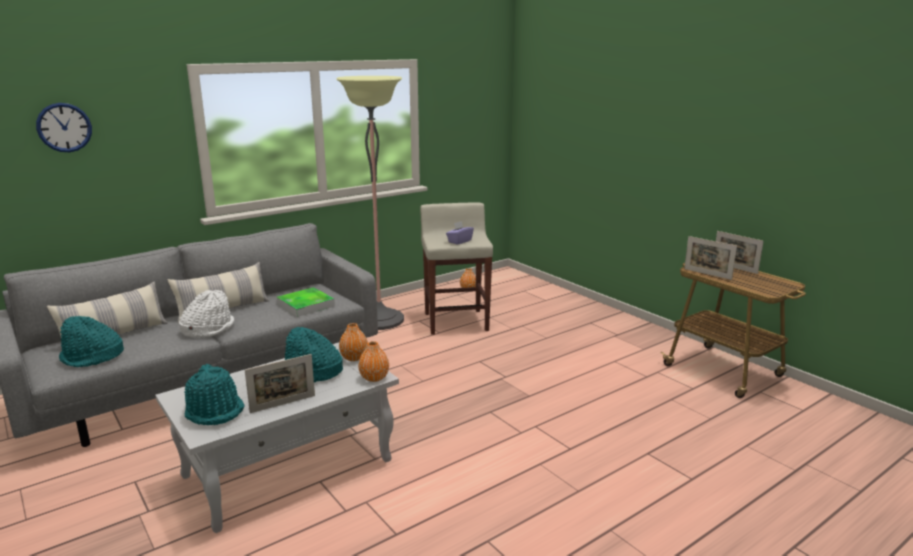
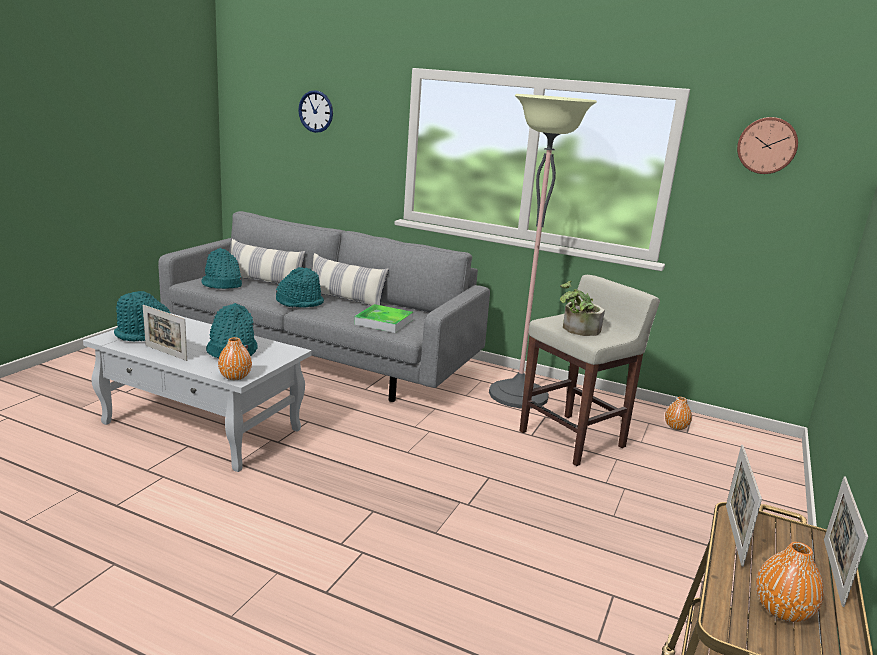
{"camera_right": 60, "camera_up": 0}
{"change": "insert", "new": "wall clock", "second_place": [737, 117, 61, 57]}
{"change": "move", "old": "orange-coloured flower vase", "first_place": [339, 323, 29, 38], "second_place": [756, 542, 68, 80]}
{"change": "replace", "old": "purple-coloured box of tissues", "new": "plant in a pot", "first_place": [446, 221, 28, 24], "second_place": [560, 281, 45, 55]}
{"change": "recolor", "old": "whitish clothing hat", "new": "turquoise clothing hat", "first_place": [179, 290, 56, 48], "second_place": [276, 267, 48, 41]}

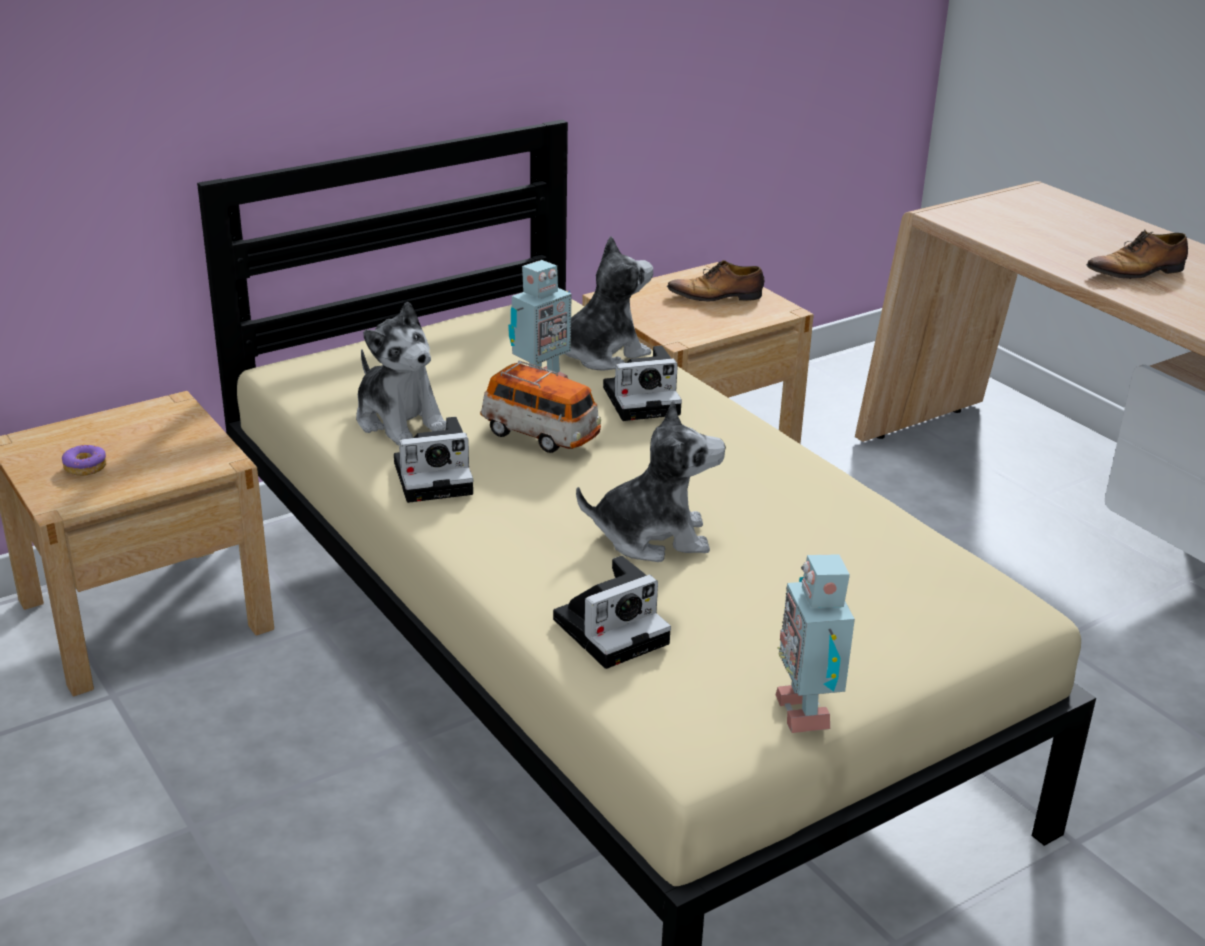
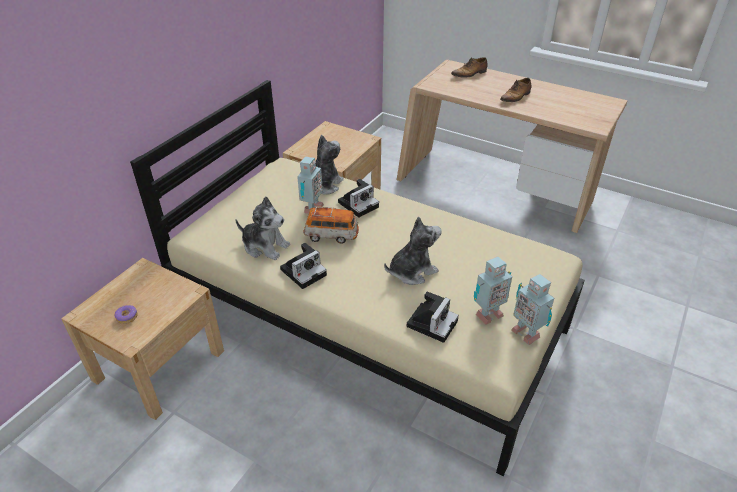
{"camera_right": -25, "camera_up": 10}
{"change": "insert", "new": "robot figure", "second_place": [474, 257, 38, 68]}
{"change": "move", "old": "shoe", "first_place": [667, 260, 97, 41], "second_place": [451, 57, 36, 21]}

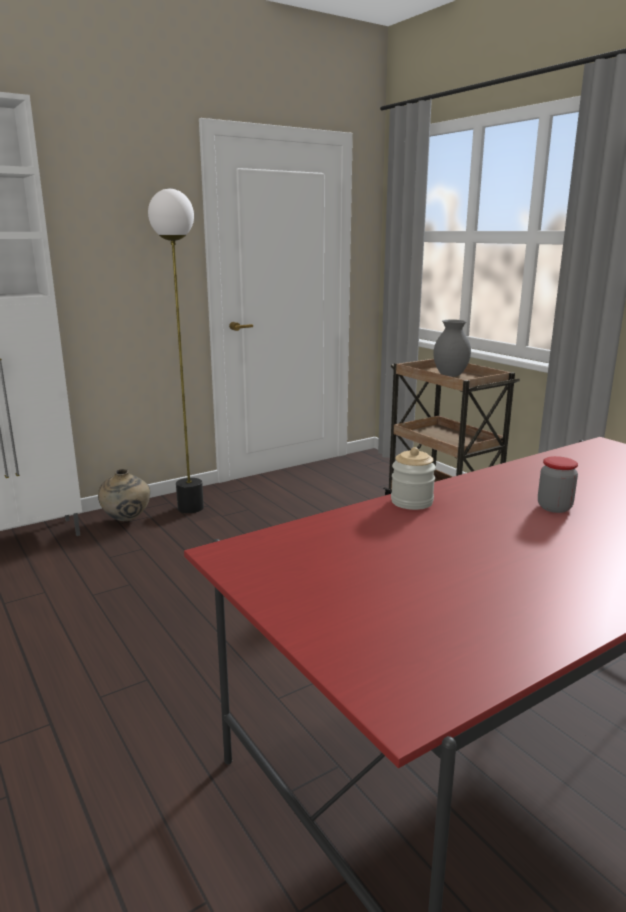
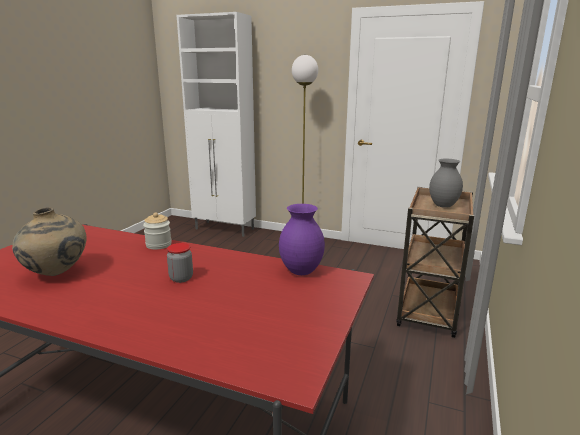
{"camera_right": 55, "camera_up": 0}
{"change": "insert", "new": "purple-coloured flower vase", "second_place": [279, 204, 46, 71]}
{"change": "move", "old": "sand-coloured flower vase", "first_place": [98, 469, 52, 52], "second_place": [12, 207, 75, 69]}

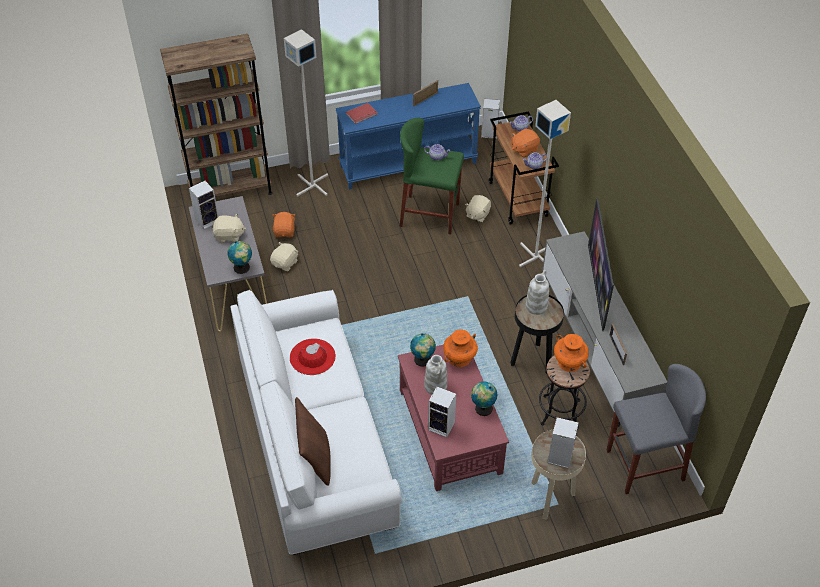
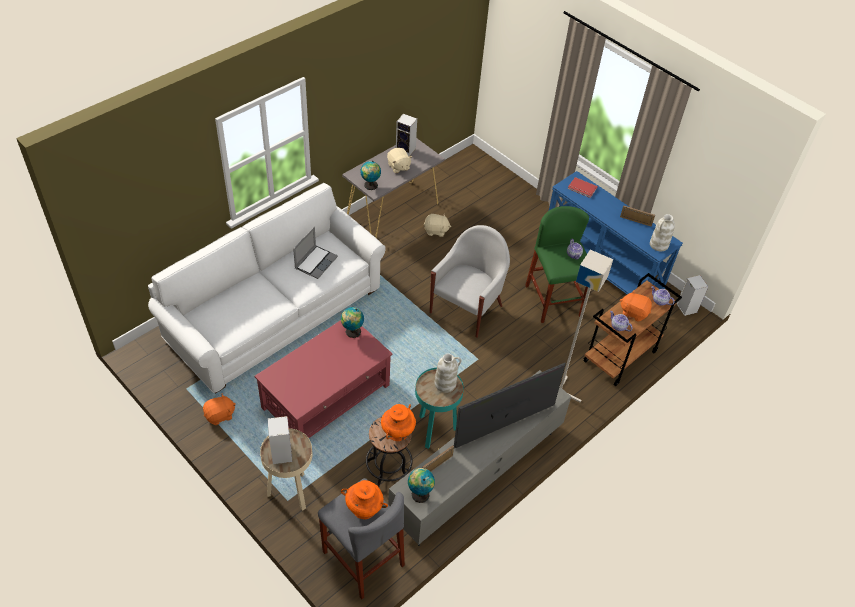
{"camera_right": 60, "camera_up": 0}
{"change": "delete", "old": "brown-coloured shelving unit", "first_place": [160, 34, 112, 163]}
{"change": "delete", "old": "greyish standing lamp", "first_place": [284, 29, 44, 167]}
{"change": "delete", "old": "brown-coloured throw pillow", "first_place": [295, 397, 36, 89]}
{"change": "delete", "old": "speaker", "first_place": [428, 386, 28, 52]}
{"change": "delete", "old": "sand-coloured soft toy", "first_place": [465, 195, 26, 27]}
{"change": "insert", "new": "whitish lounge chair", "second_place": [430, 225, 80, 113]}
{"change": "move", "old": "orange-coloured soft toy", "first_place": [272, 212, 24, 25], "second_place": [203, 393, 33, 32]}
{"change": "move", "old": "whitish flower vase", "first_place": [424, 355, 23, 40], "second_place": [650, 214, 25, 37]}
{"change": "move", "old": "orange-coloured flower vase", "first_place": [443, 330, 35, 37], "second_place": [341, 480, 47, 39]}
{"change": "move", "old": "desk globe", "first_place": [471, 381, 27, 35], "second_place": [408, 468, 27, 35]}
{"change": "replace", "old": "red-coloured clothing hat", "new": "notebook computer", "first_place": [290, 338, 46, 37], "second_place": [293, 226, 45, 53]}
{"change": "recolor", "old": "blackish end table", "new": "turquoise end table", "first_place": [510, 295, 54, 79], "second_place": [415, 368, 49, 81]}

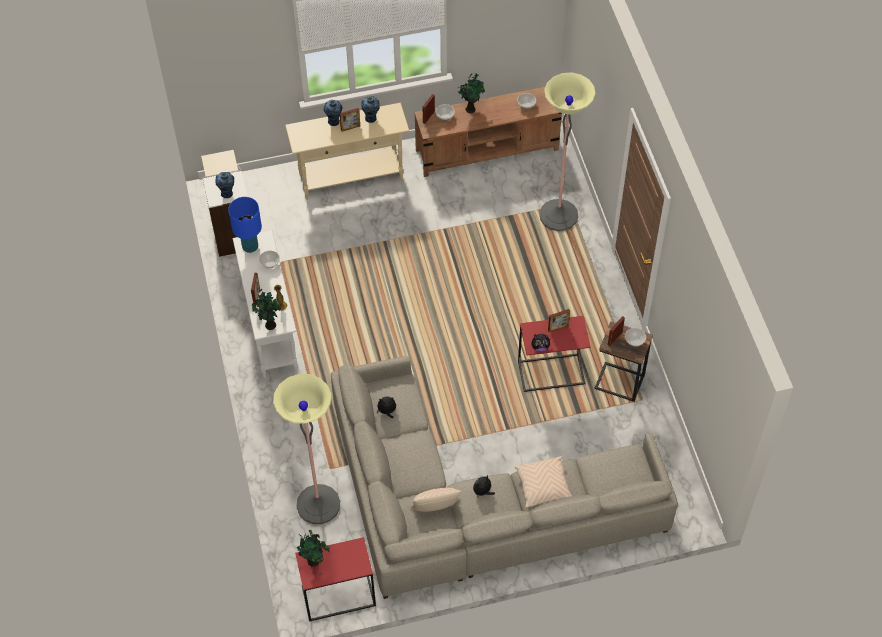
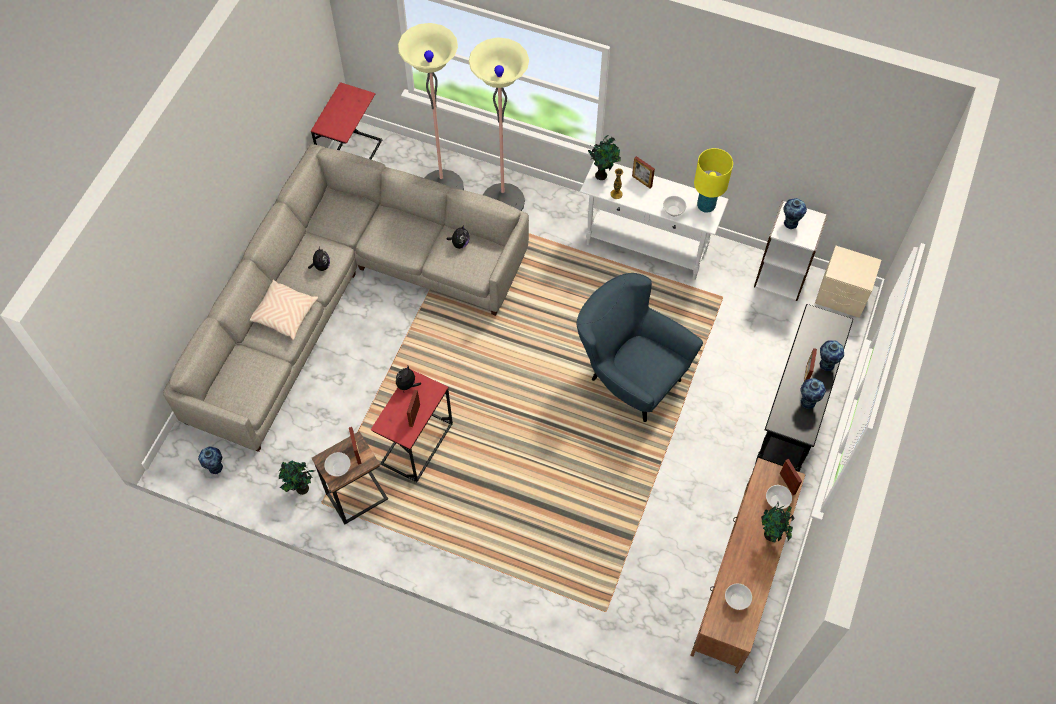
{"camera_right": 125, "camera_up": 5}
{"change": "delete", "old": "sand-coloured throw pillow", "first_place": [410, 488, 52, 24]}
{"change": "insert", "new": "flower vase", "second_place": [198, 446, 25, 28]}
{"change": "insert", "new": "blue-coloured lounge chair", "second_place": [576, 273, 127, 149]}
{"change": "move", "old": "plant in a pot", "first_place": [297, 530, 33, 37], "second_place": [278, 460, 37, 35]}
{"change": "move", "old": "standing lamp", "first_place": [539, 72, 57, 159], "second_place": [469, 37, 60, 174]}
{"change": "recolor", "old": "blue-coloured table lamp", "new": "yellow-coloured table lamp", "first_place": [228, 197, 34, 56], "second_place": [694, 148, 39, 65]}
{"change": "recolor", "old": "sand-coloured console table", "new": "blackish console table", "first_place": [285, 103, 124, 97], "second_place": [755, 304, 98, 168]}

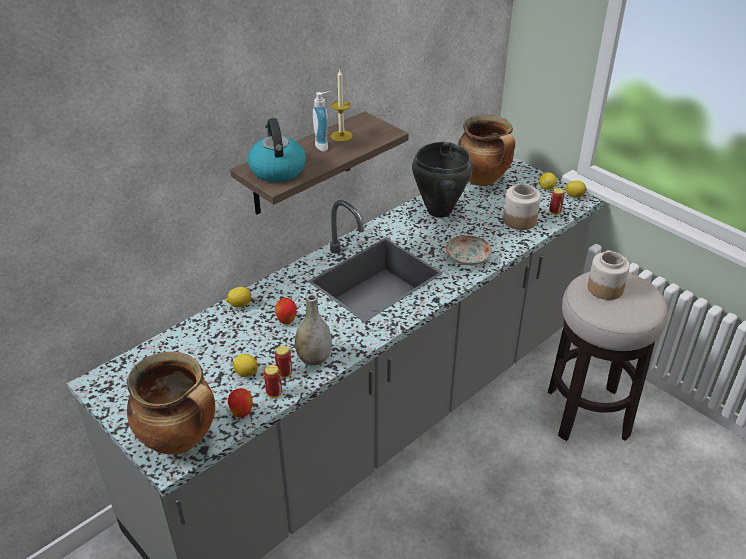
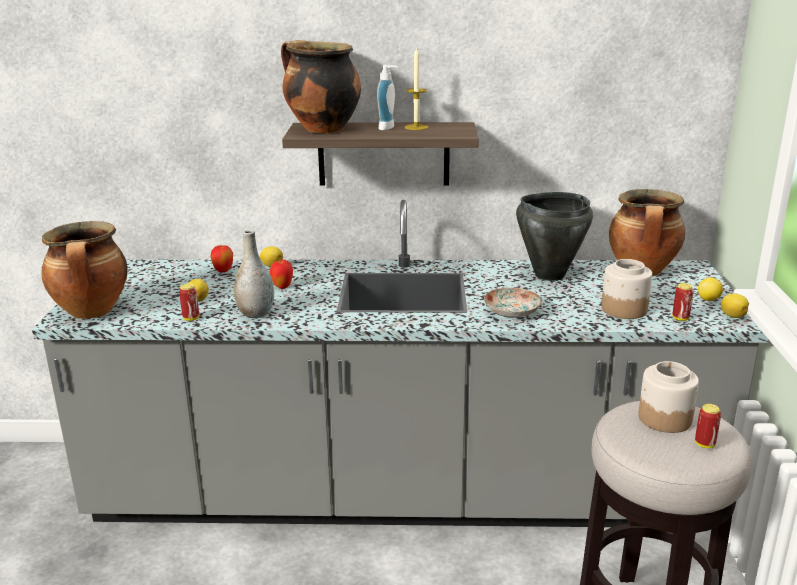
{"camera_right": 45, "camera_up": -15}
{"change": "move", "old": "apple fruit", "first_place": [228, 388, 25, 30], "second_place": [211, 244, 22, 28]}
{"change": "move", "old": "sealed can", "first_place": [275, 345, 17, 33], "second_place": [695, 404, 26, 44]}
{"change": "replace", "old": "water kettle", "new": "cooking pot", "first_place": [248, 118, 58, 64], "second_place": [281, 40, 80, 93]}

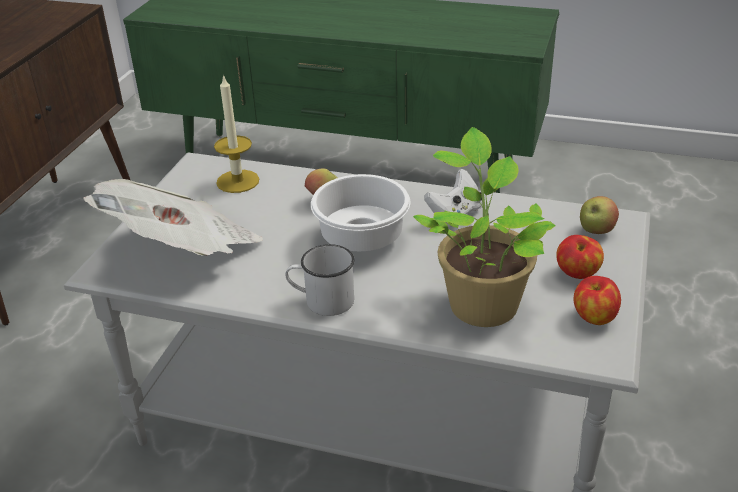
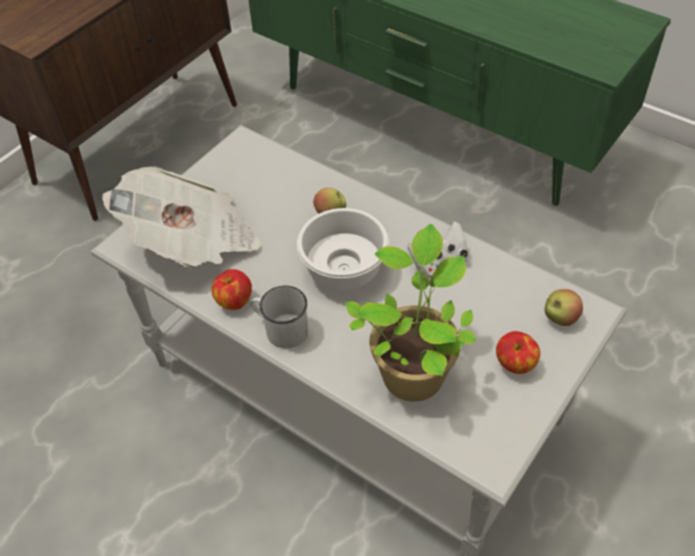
{"camera_right": 20, "camera_up": 15}
{"change": "delete", "old": "candle", "first_place": [214, 74, 45, 119]}
{"change": "move", "old": "apple fruit", "first_place": [573, 276, 48, 49], "second_place": [212, 269, 40, 41]}

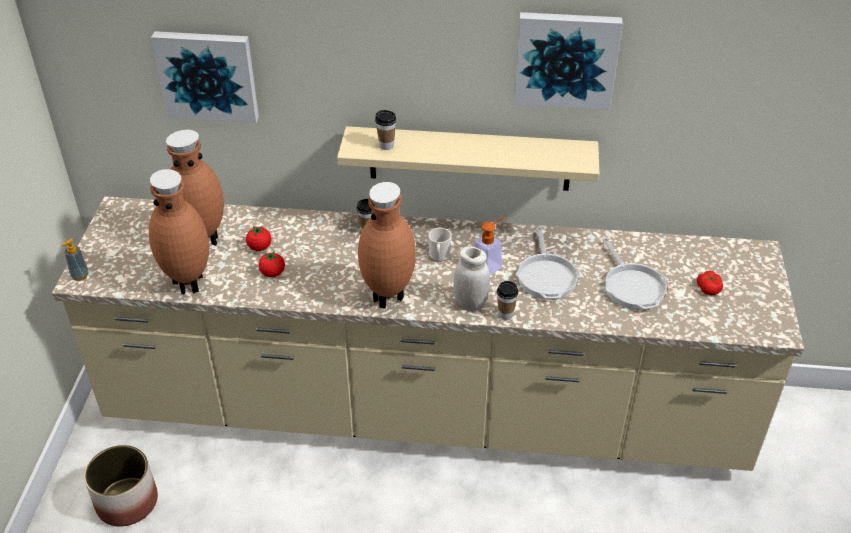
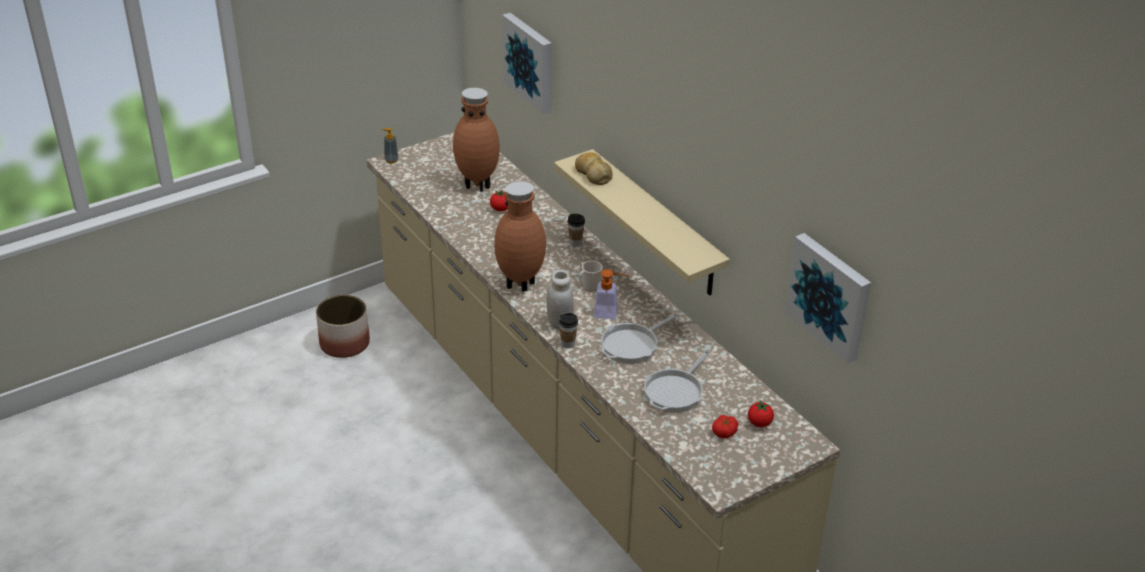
{"camera_right": 50, "camera_up": -5}
{"change": "delete", "old": "brown-coloured flower vase", "first_place": [149, 169, 60, 126]}
{"change": "move", "old": "fresh tomato", "first_place": [259, 251, 26, 26], "second_place": [748, 400, 26, 27]}
{"change": "move", "old": "picture", "first_place": [514, 12, 109, 98], "second_place": [785, 233, 86, 131]}
{"change": "replace", "old": "cup", "new": "bread", "first_place": [375, 110, 21, 40], "second_place": [575, 152, 38, 33]}

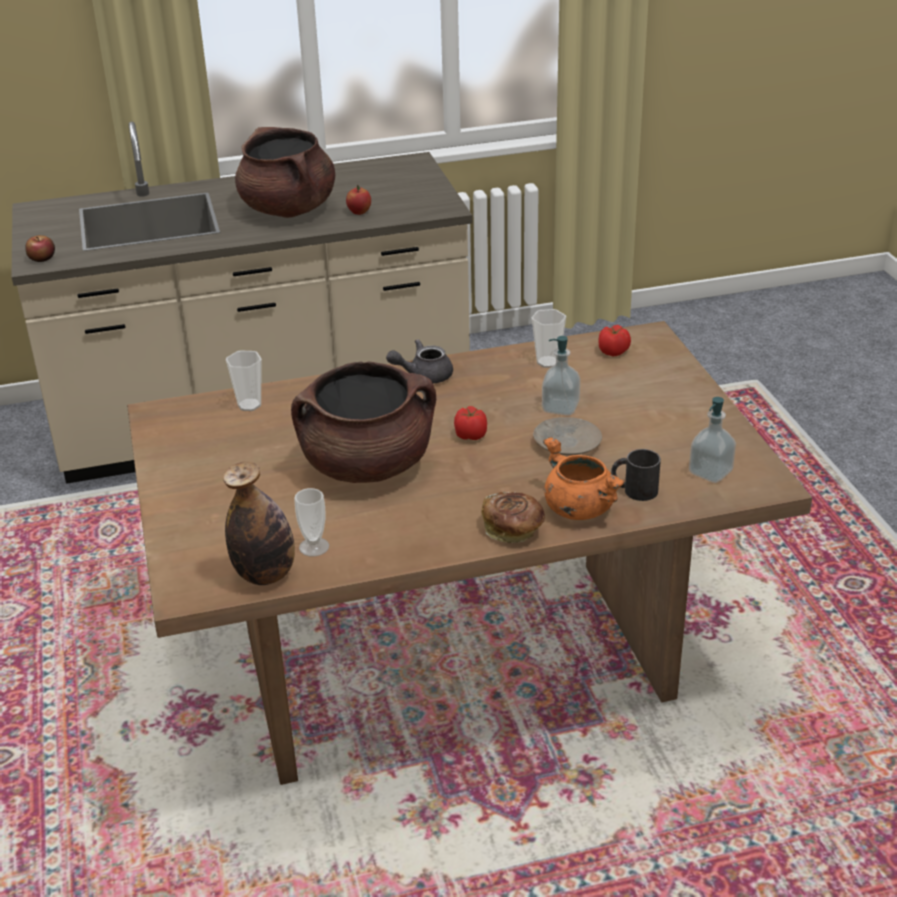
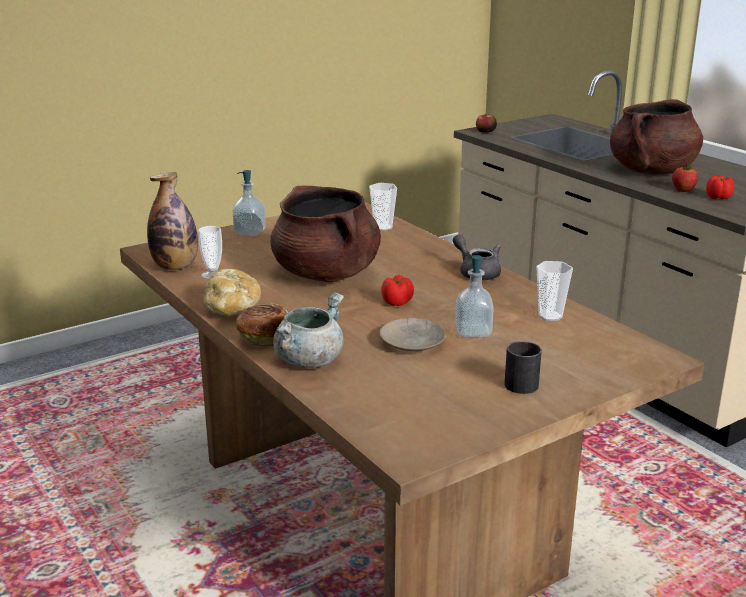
{"camera_right": 70, "camera_up": -10}
{"change": "insert", "new": "bread", "second_place": [203, 269, 58, 47]}
{"change": "move", "old": "fresh tomato", "first_place": [599, 325, 32, 31], "second_place": [706, 175, 28, 24]}
{"change": "move", "old": "blackish coffee mug", "first_place": [611, 449, 50, 52], "second_place": [504, 341, 38, 53]}
{"change": "move", "old": "liquid soap bottle", "first_place": [689, 397, 47, 86], "second_place": [232, 170, 34, 66]}
{"change": "recolor", "old": "orange-coloured cooking pot", "new": "greyish cooking pot", "first_place": [543, 437, 82, 83], "second_place": [273, 292, 71, 76]}

